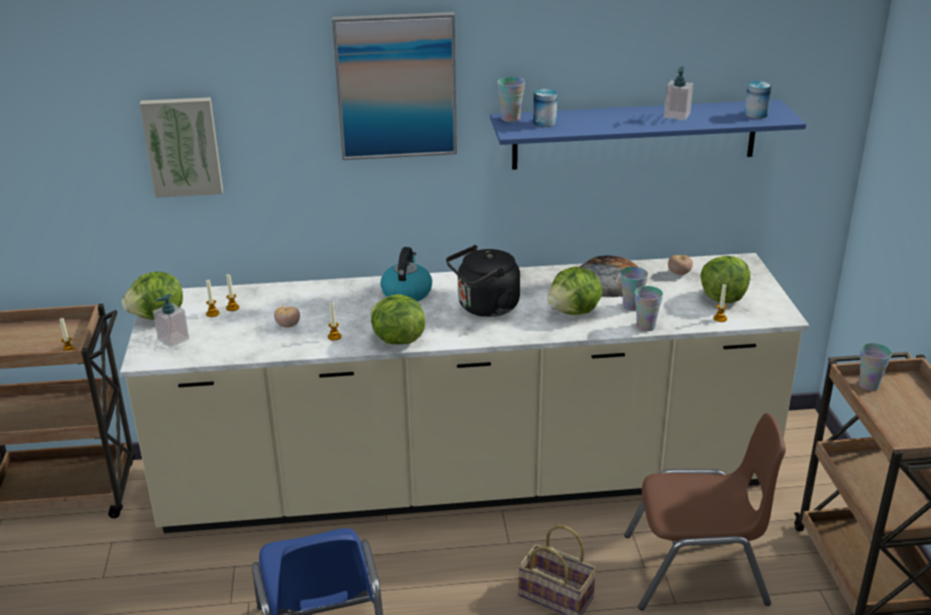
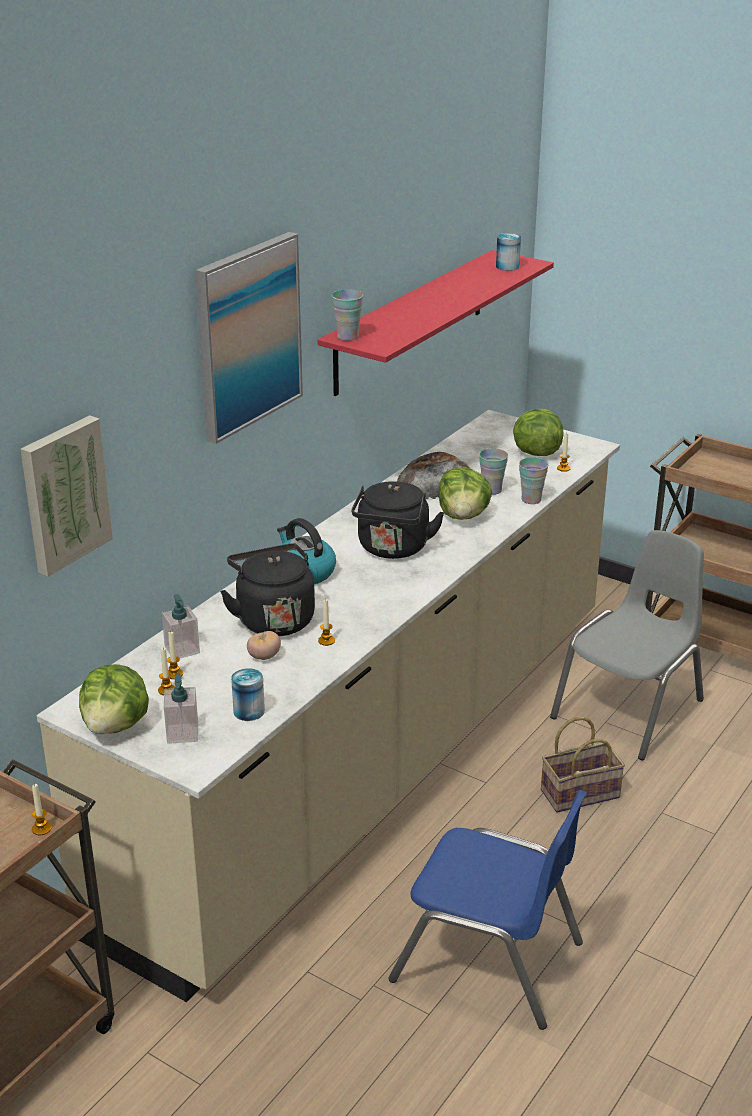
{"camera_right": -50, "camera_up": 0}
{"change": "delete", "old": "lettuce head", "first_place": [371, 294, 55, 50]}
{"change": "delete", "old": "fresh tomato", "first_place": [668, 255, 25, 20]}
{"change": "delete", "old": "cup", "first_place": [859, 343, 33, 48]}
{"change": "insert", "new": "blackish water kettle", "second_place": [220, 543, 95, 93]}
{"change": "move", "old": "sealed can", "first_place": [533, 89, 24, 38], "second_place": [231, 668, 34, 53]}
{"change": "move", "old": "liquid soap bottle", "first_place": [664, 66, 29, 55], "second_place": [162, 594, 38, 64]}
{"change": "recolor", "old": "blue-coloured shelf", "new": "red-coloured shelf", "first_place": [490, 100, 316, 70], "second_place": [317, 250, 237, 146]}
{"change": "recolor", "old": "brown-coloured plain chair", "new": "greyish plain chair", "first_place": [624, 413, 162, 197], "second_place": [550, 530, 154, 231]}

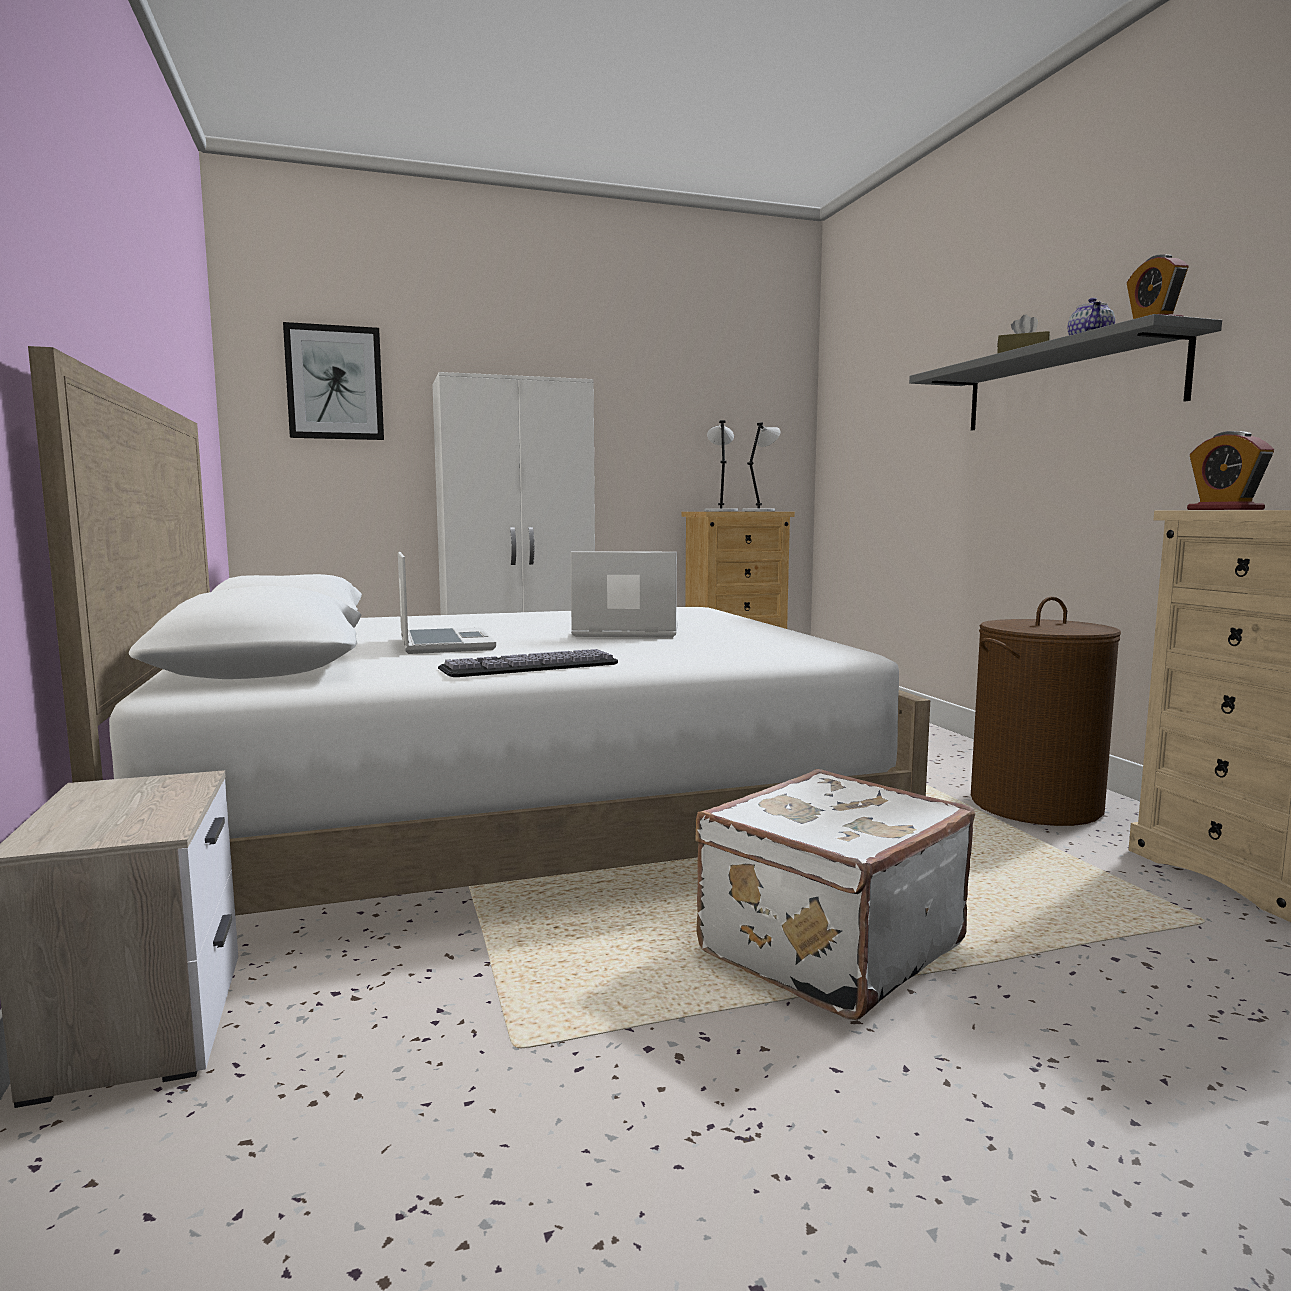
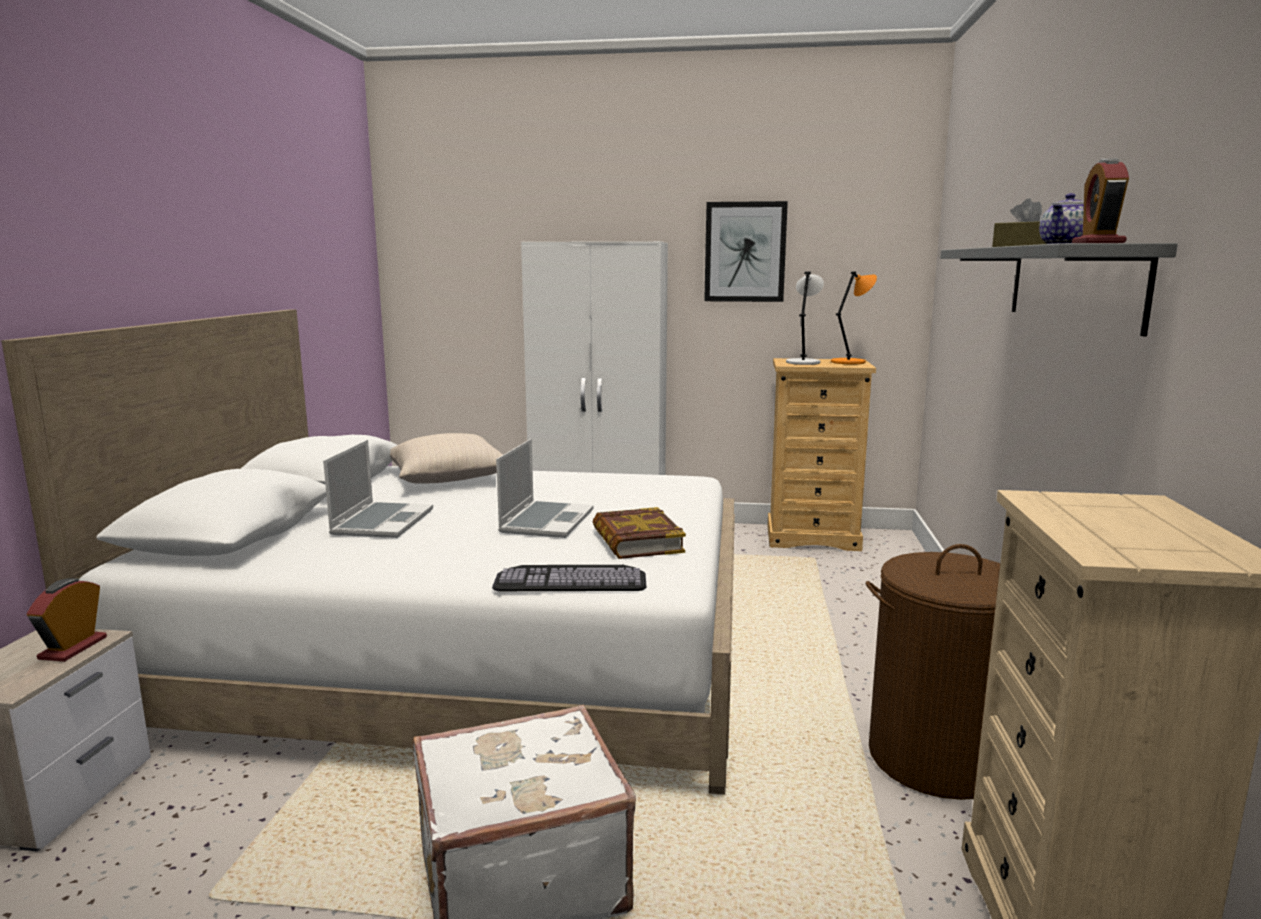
{"camera_right": 25, "camera_up": 5}
{"change": "insert", "new": "sand-coloured throw pillow", "second_place": [390, 433, 113, 51]}
{"change": "insert", "new": "volume", "second_place": [593, 507, 93, 52]}
{"change": "move", "old": "picture", "first_place": [283, 322, 101, 118], "second_place": [704, 201, 84, 101]}
{"change": "move", "old": "keyboard", "first_place": [438, 649, 180, 28], "second_place": [492, 565, 154, 26]}
{"change": "move", "old": "bedside clock", "first_place": [1187, 431, 87, 79], "second_place": [27, 578, 80, 84]}
{"change": "recolor", "old": "greyish table lamp", "new": "orange-coloured table lamp", "first_place": [742, 422, 38, 90], "second_place": [831, 271, 46, 93]}
{"change": "rotate", "old": "notebook computer", "first_place": [571, 551, 107, 87], "second_place": [496, 439, 98, 99], "degrees": 75}

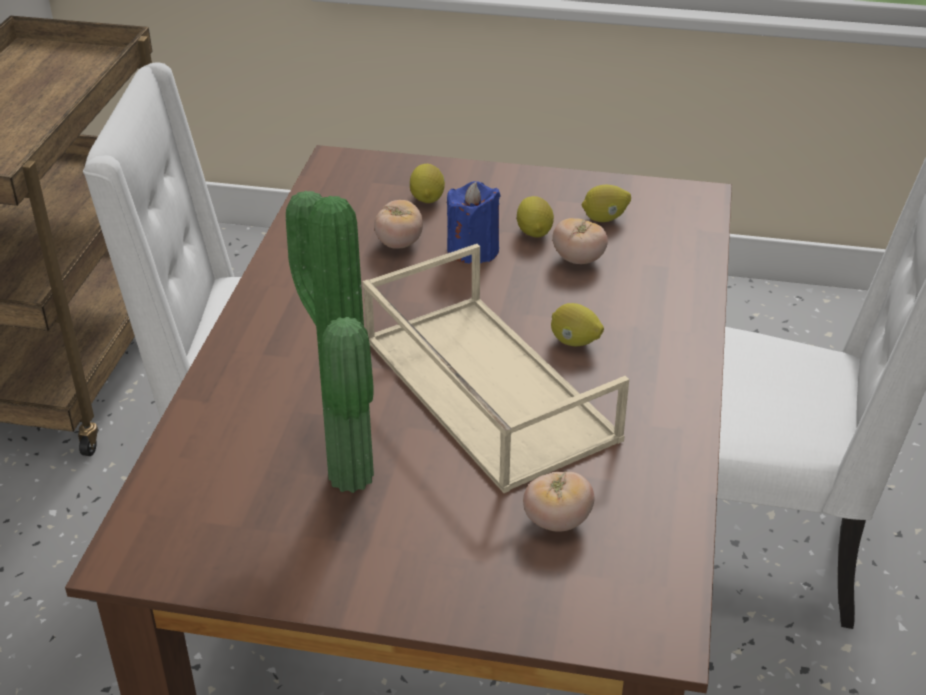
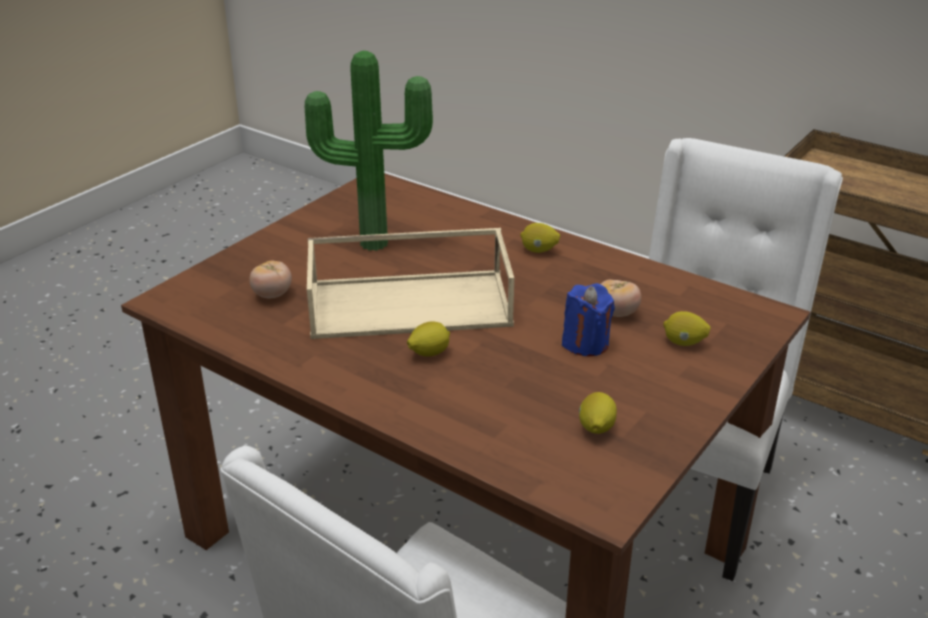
{"camera_right": 115, "camera_up": -5}
{"change": "delete", "old": "fresh tomato", "first_place": [552, 218, 56, 46]}
{"change": "move", "old": "citrus fruit", "first_place": [517, 196, 37, 42], "second_place": [520, 223, 40, 30]}

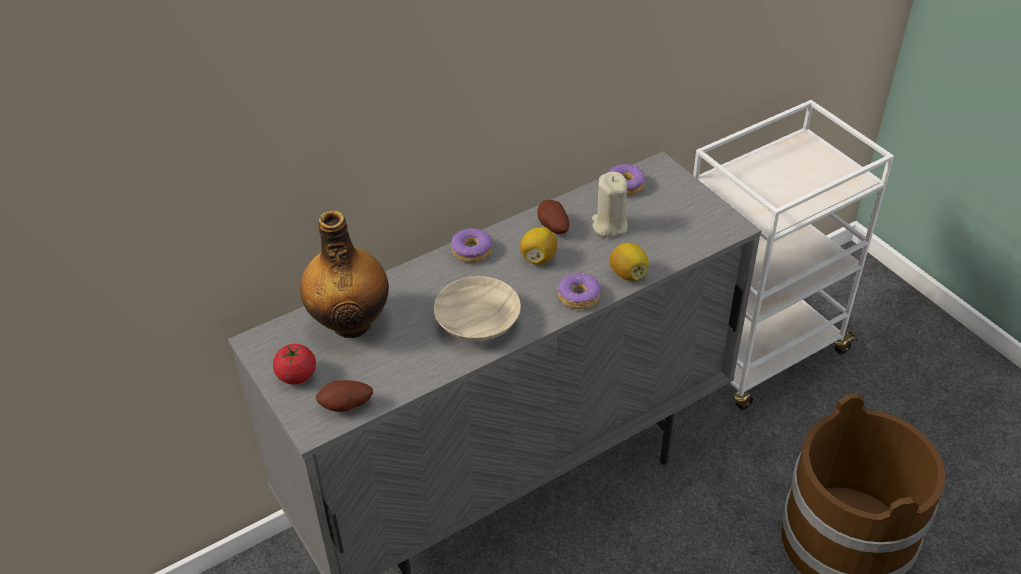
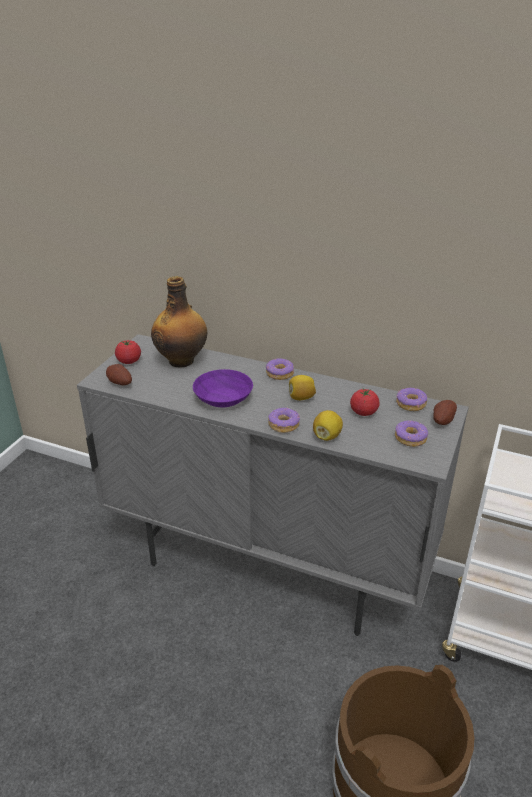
{"camera_right": 55, "camera_up": -10}
{"change": "insert", "new": "ring doughnut", "second_place": [395, 421, 33, 26]}
{"change": "move", "old": "whole potato", "first_place": [538, 200, 31, 34], "second_place": [433, 400, 24, 25]}
{"change": "replace", "old": "sand-coloured candle", "new": "fresh tomato", "first_place": [592, 172, 36, 65], "second_place": [350, 389, 29, 27]}
{"change": "recolor", "old": "sand-coloured deep dish", "new": "purple-coloured deep dish", "first_place": [434, 276, 87, 65], "second_place": [193, 369, 60, 39]}

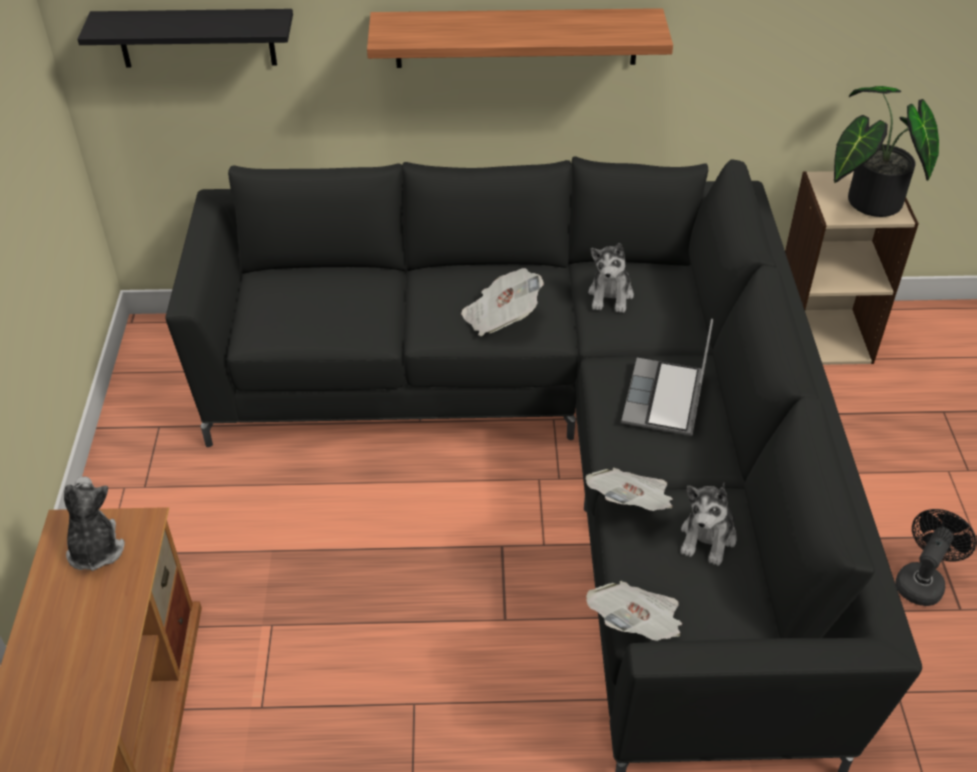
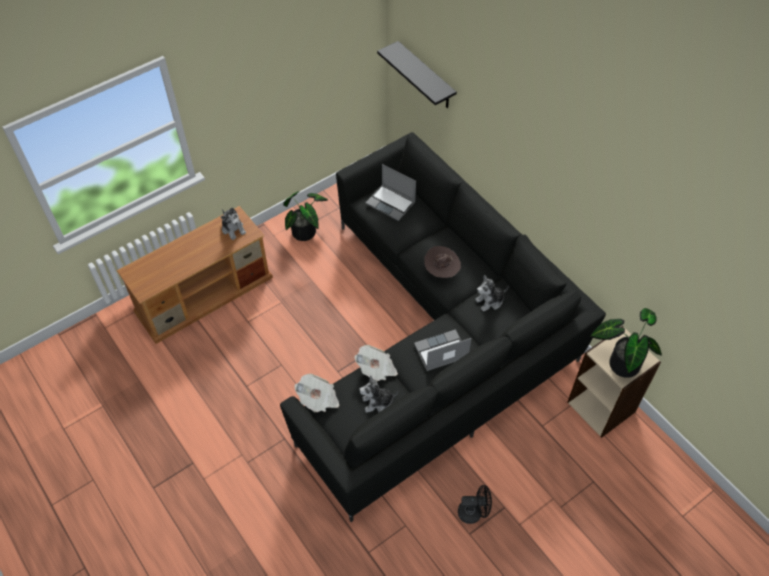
{"camera_right": 55, "camera_up": 10}
{"change": "delete", "old": "shelf", "first_place": [367, 8, 306, 60]}
{"change": "insert", "new": "plant in a pot", "second_place": [283, 191, 45, 50]}
{"change": "insert", "new": "notebook computer", "second_place": [366, 164, 50, 57]}
{"change": "replace", "old": "daily paper", "new": "brown-coloured clothing hat", "first_place": [461, 268, 83, 68], "second_place": [424, 246, 37, 32]}
{"change": "rotate", "old": "soft toy", "first_place": [64, 476, 61, 95], "second_place": [221, 208, 25, 32], "degrees": 105}

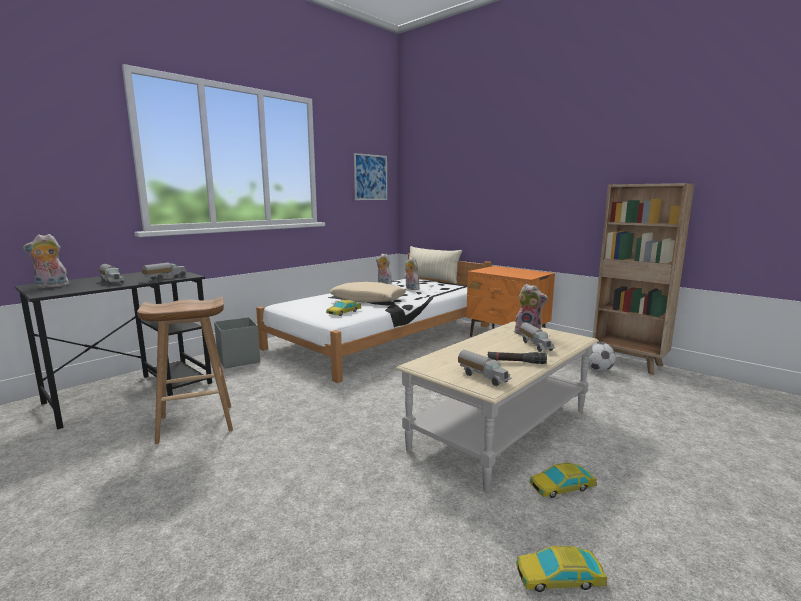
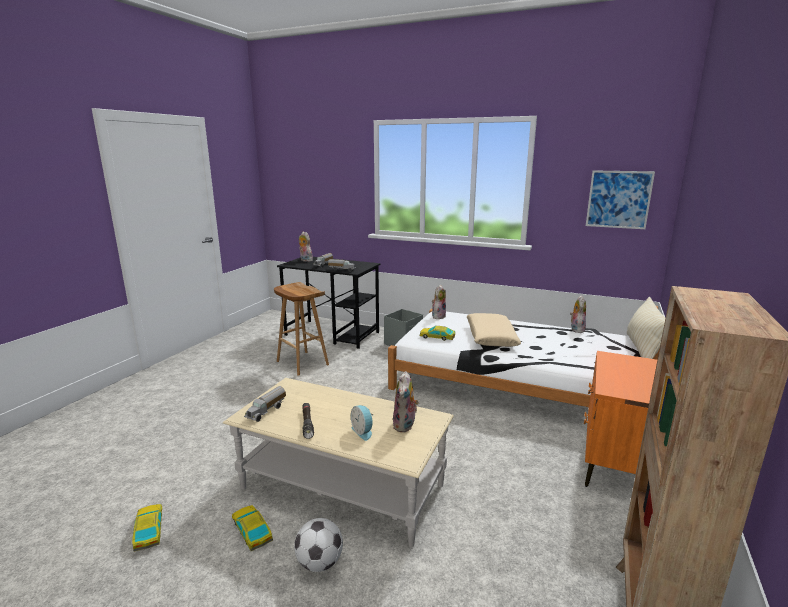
{"camera_right": 70, "camera_up": 5}
{"change": "move", "old": "soft toy", "first_place": [405, 257, 14, 33], "second_place": [432, 285, 14, 34]}
{"change": "move", "old": "football", "first_place": [588, 342, 28, 30], "second_place": [294, 518, 49, 54]}
{"change": "replace", "old": "toy lorry", "new": "bedside clock", "first_place": [520, 322, 35, 30], "second_place": [351, 405, 22, 36]}

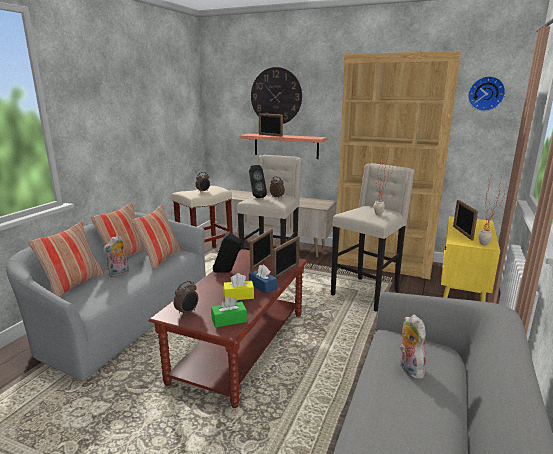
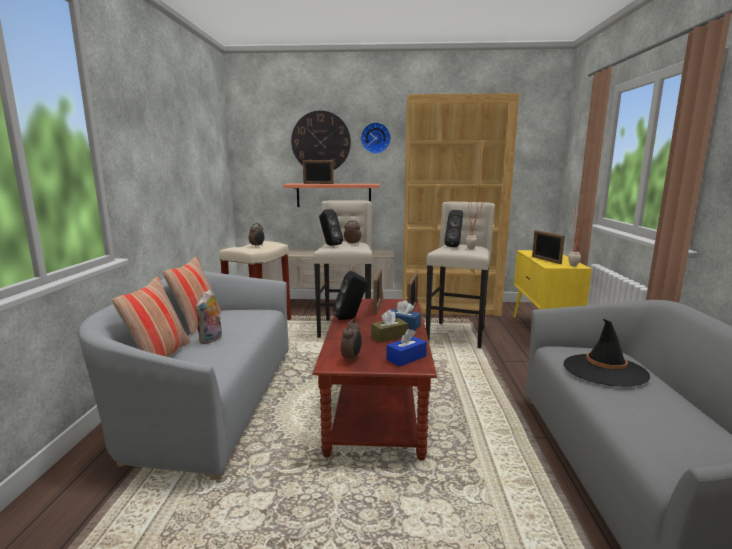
{"camera_right": -20, "camera_up": -5}
{"change": "delete", "old": "throw pillow", "first_place": [132, 205, 49, 65]}
{"change": "insert", "new": "blackish speaker", "second_place": [445, 210, 18, 37]}
{"change": "move", "old": "wall clock", "first_place": [468, 76, 38, 35], "second_place": [361, 122, 30, 32]}
{"change": "replace", "old": "soft toy", "new": "blackish clothing hat", "first_place": [399, 314, 27, 65], "second_place": [564, 319, 86, 68]}
{"change": "recolor", "old": "greenish box of tissues", "new": "blue-coloured box of tissues", "first_place": [211, 296, 36, 32], "second_place": [386, 329, 41, 37]}
{"change": "recolor", "old": "yellow-coloured box of tissues", "new": "brown-coloured box of tissues", "first_place": [224, 273, 30, 28], "second_place": [371, 310, 37, 33]}

